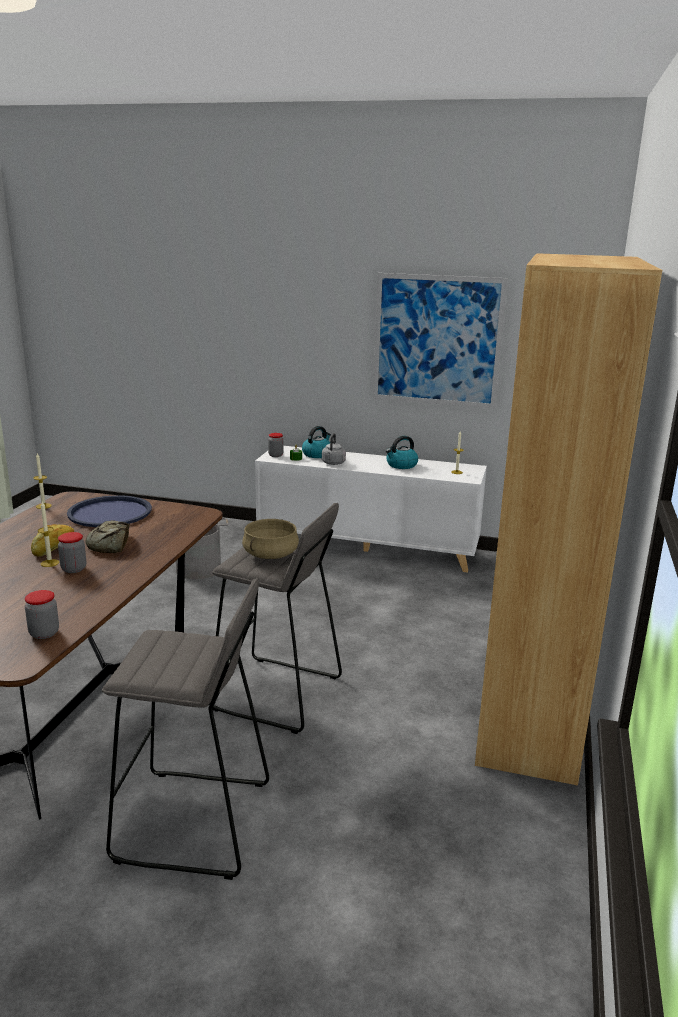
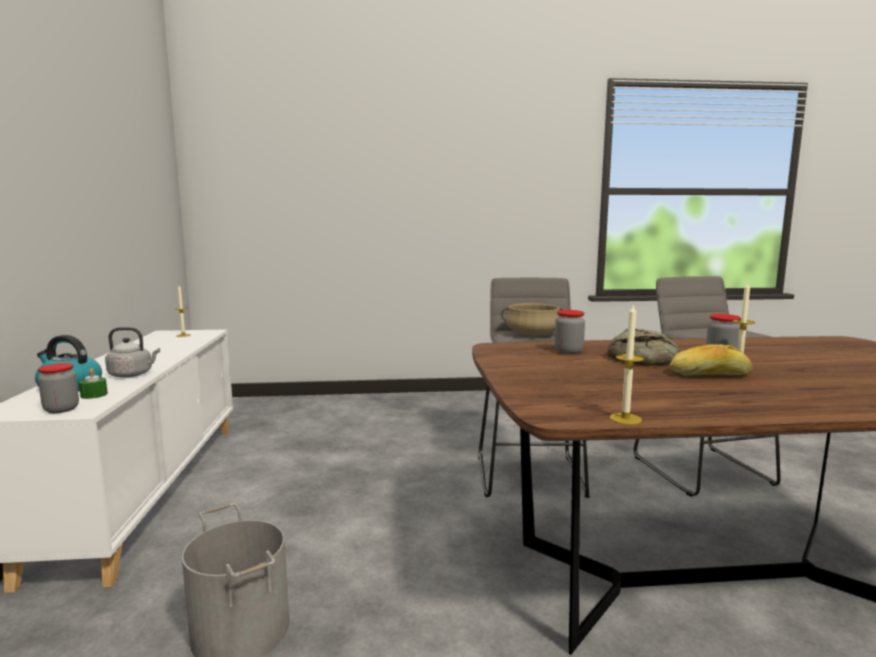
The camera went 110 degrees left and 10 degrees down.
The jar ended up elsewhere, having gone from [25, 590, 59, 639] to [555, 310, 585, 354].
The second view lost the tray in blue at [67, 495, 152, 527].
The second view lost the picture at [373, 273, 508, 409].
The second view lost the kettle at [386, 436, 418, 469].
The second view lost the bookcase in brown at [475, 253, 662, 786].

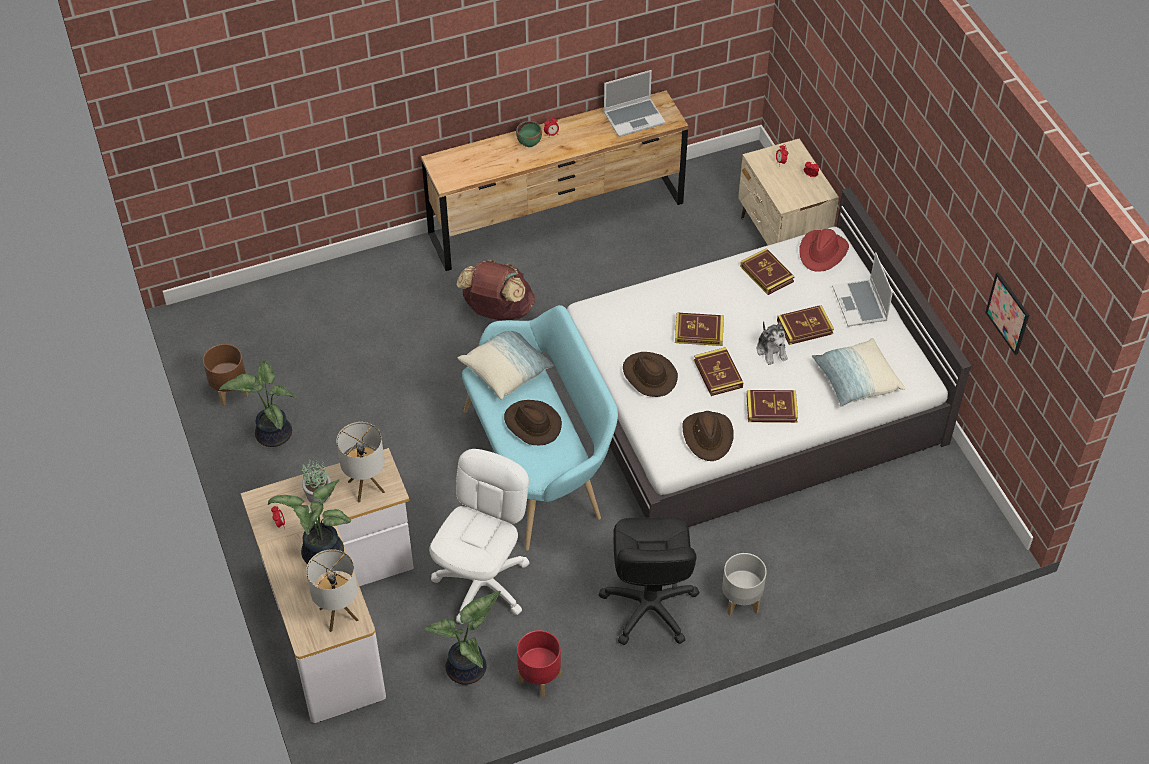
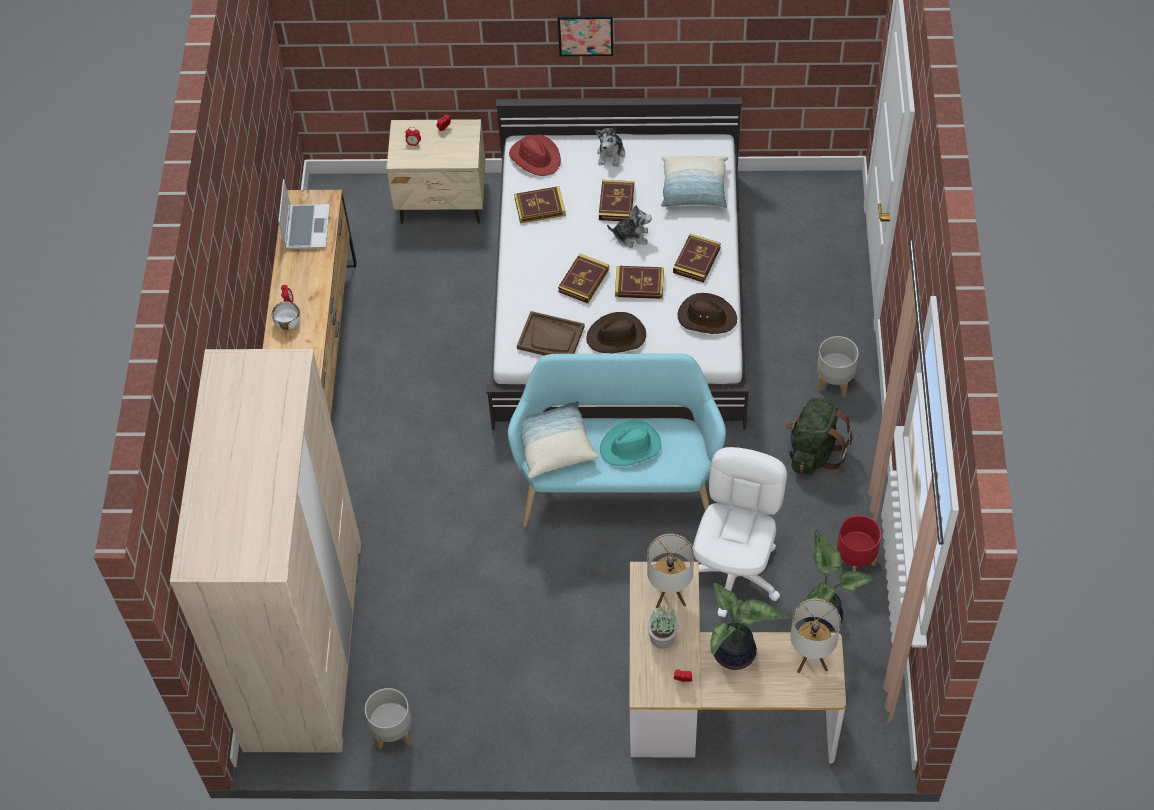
The camera went 65 degrees left and 5 degrees up.
The second view gained the wardrobe in beige at [170, 349, 361, 753].
What was the bowl in green at [516, 121, 542, 147] turned into the bowl in white at [272, 301, 301, 330].
What was the planter in brown at [203, 344, 248, 406] turned into the planter in grey at [365, 688, 412, 750].
The second view gained the tray in brown at [517, 311, 585, 356].
The picture ended up elsewhere, having gone from [985, 272, 1029, 355] to [557, 15, 613, 56].
Where the laptop stood at [832, 252, 893, 327], the plush toy came to stand at [595, 127, 625, 167].
What was the hat in brown at [504, 400, 562, 445] turned into the hat in turquoise at [600, 419, 661, 466].
The office chair in white at [429, 449, 530, 624] ended up facing another way, 60 degrees clockwise from before.
Where the office chair in black stood at [599, 517, 700, 645], the backpack in green came to stand at [786, 397, 853, 475].
The second view lost the potted plant at [219, 360, 297, 447].
The second view lost the backpack in brown at [457, 260, 535, 321].

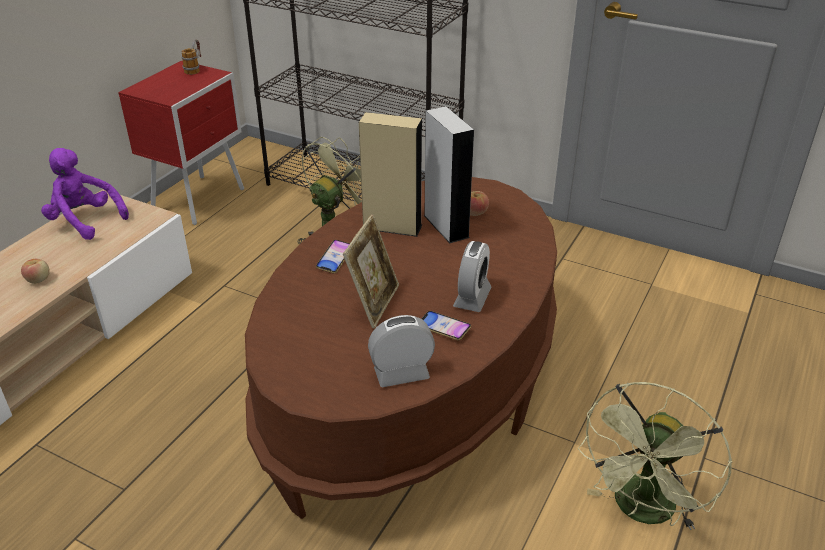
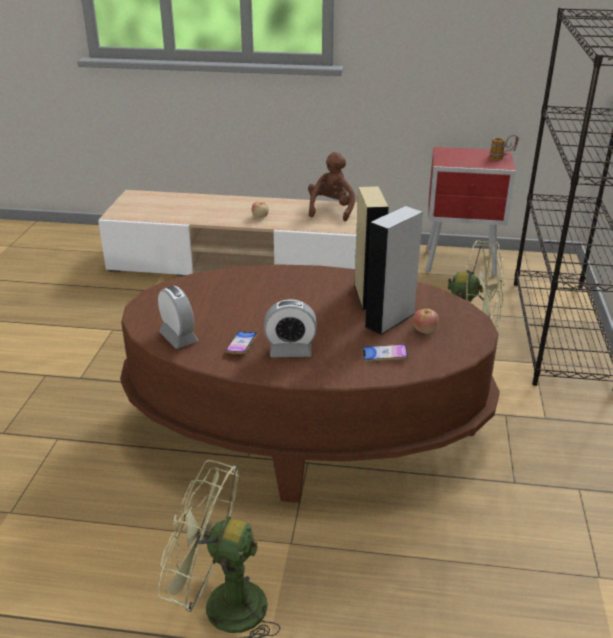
The camera went 70 degrees right and 5 degrees down.
What was the plush toy in purple at [41, 148, 129, 240] turned into the plush toy in brown at [308, 152, 355, 221].
The phone ended up elsewhere, having gone from [316, 240, 350, 273] to [362, 344, 409, 362].
The second view lost the picture frame at [343, 214, 399, 328].

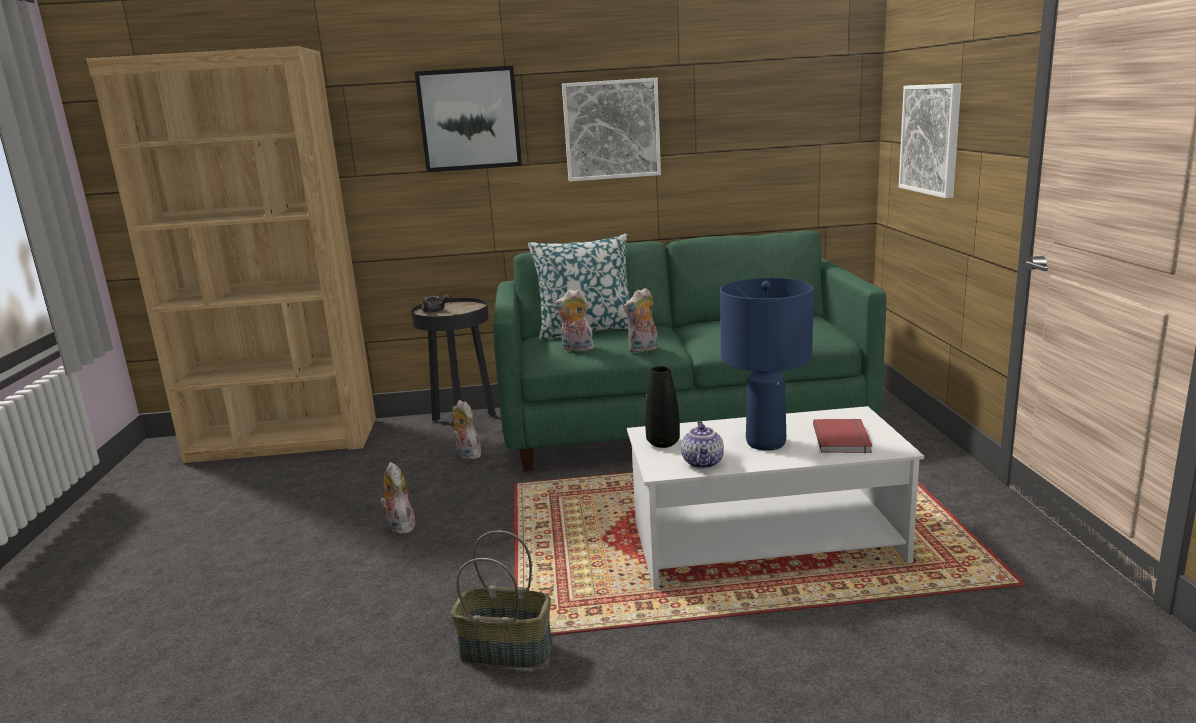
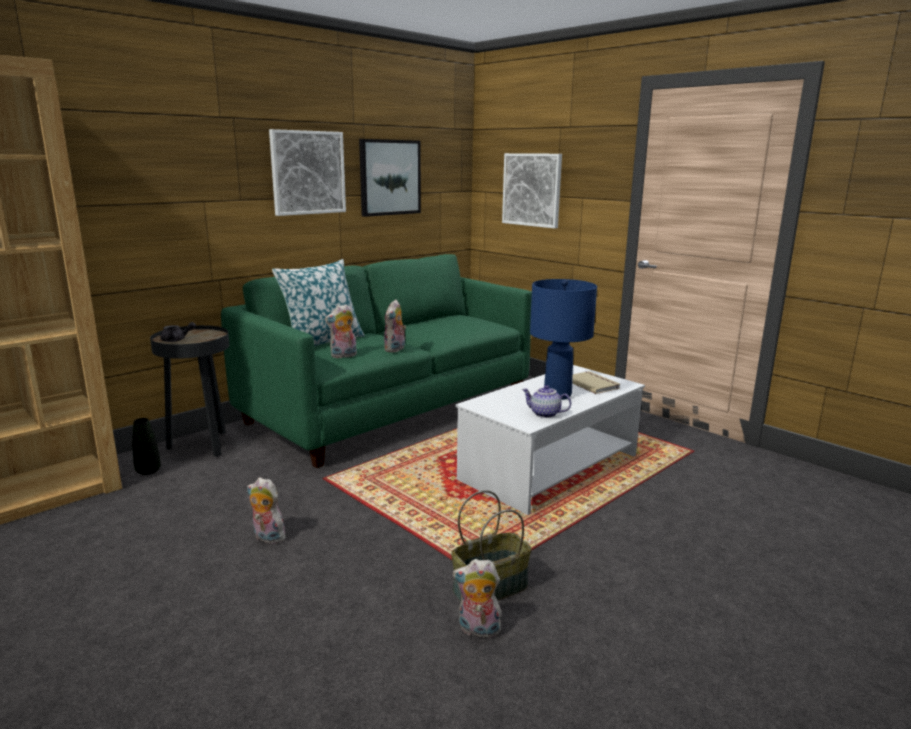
The camera went 40 degrees left and 0 degrees up.
The vase in black ended up elsewhere, having gone from [645, 366, 680, 448] to [132, 418, 161, 475].
The picture ended up elsewhere, having gone from [415, 66, 522, 172] to [359, 139, 421, 217].
The plush toy ended up elsewhere, having gone from [452, 400, 481, 460] to [453, 559, 501, 638].
The teapot at [681, 421, 724, 469] ended up facing another way, 150 degrees clockwise from before.
What was the book in red at [813, 419, 872, 453] turned into the book in beige at [572, 371, 620, 394].

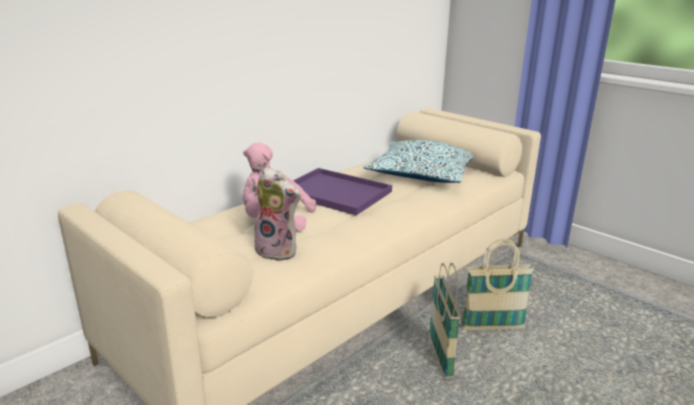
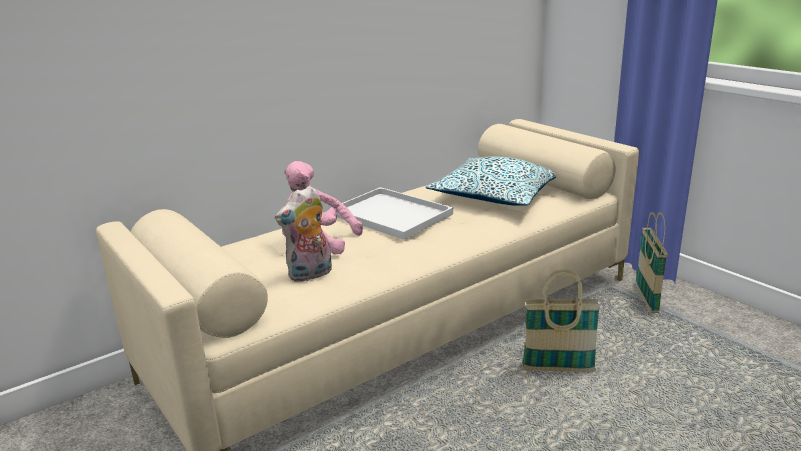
The camera went 10 degrees right and 0 degrees up.
The plush toy at [249, 167, 301, 261] ended up facing another way, 105 degrees clockwise from before.
What was the tray in purple at [293, 168, 392, 216] turned into the tray in white at [330, 187, 453, 240].
The basket ended up elsewhere, having gone from [429, 263, 461, 379] to [635, 212, 668, 313].

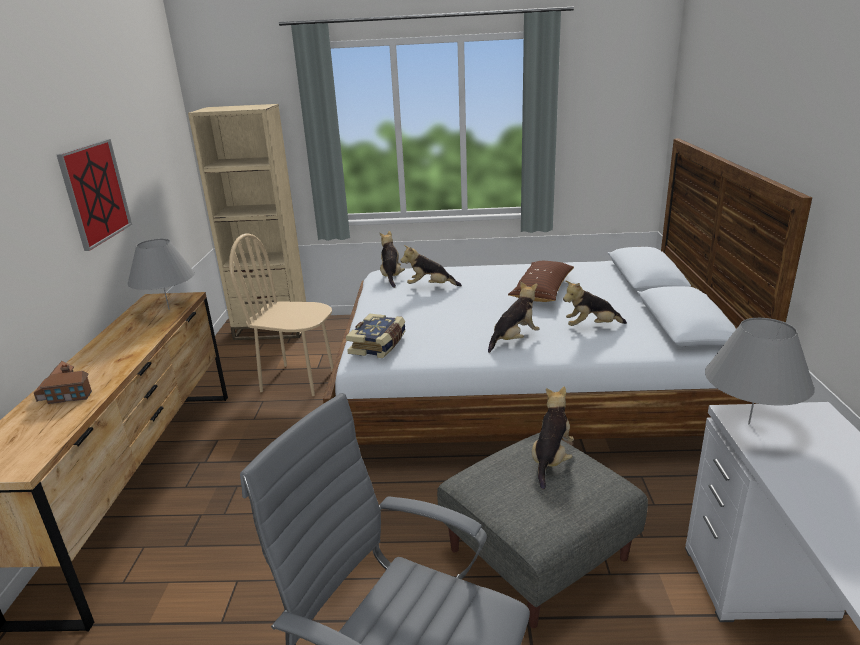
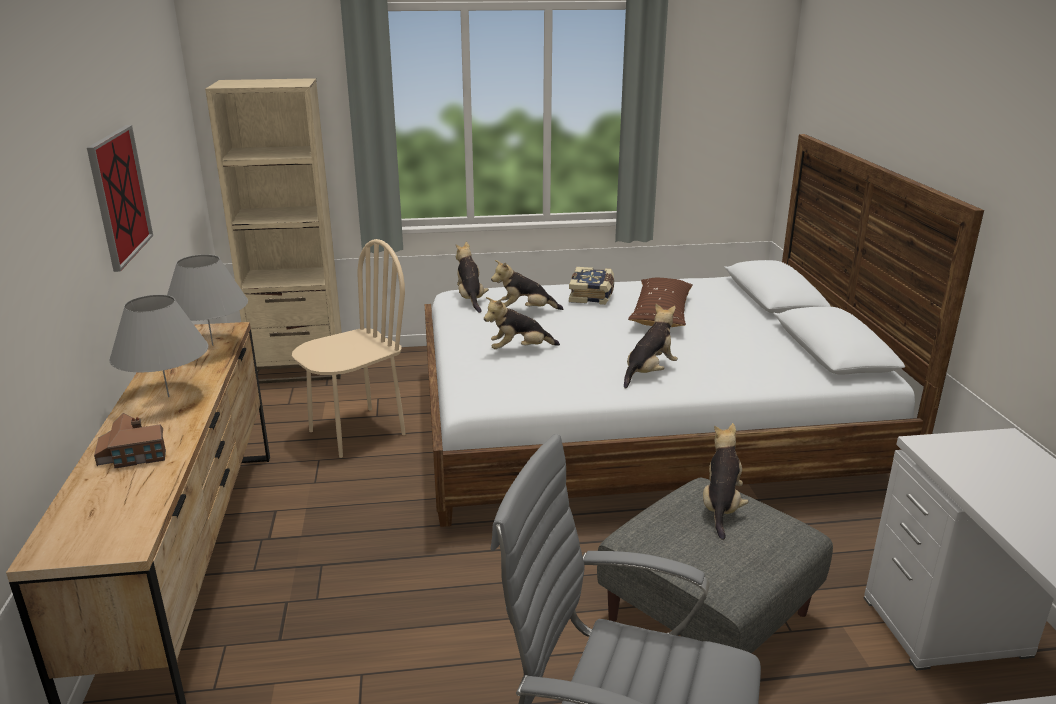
The camera went 10 degrees left and 0 degrees up.
The table lamp in grey ended up elsewhere, having gone from [705, 318, 815, 424] to [109, 294, 208, 397].
The chair in beige at [229, 233, 334, 396] ended up facing another way, 135 degrees clockwise from before.
The plush toy ended up elsewhere, having gone from [563, 280, 627, 326] to [484, 297, 560, 349].
The book ended up elsewhere, having gone from [346, 313, 406, 358] to [569, 267, 614, 305].

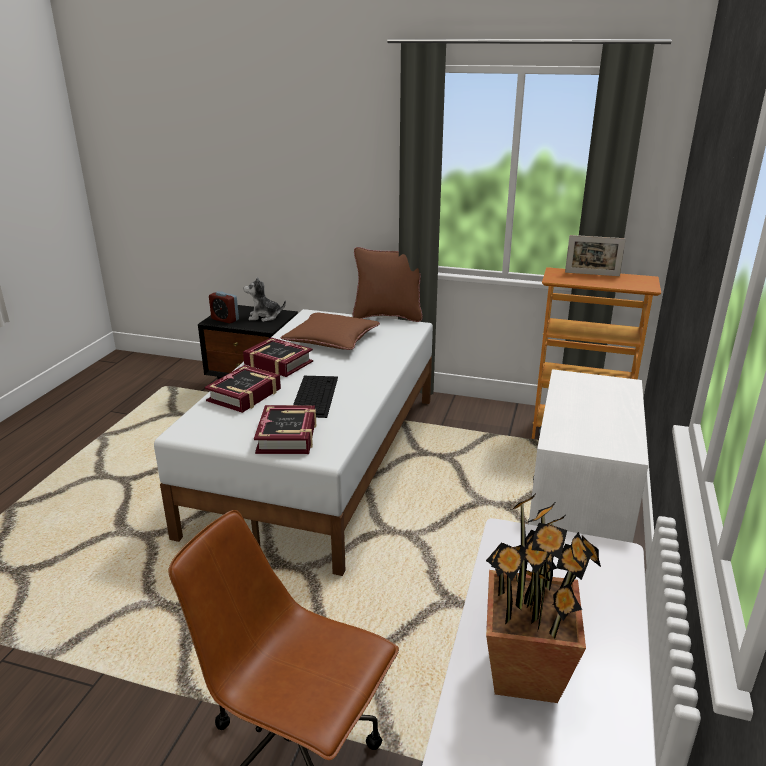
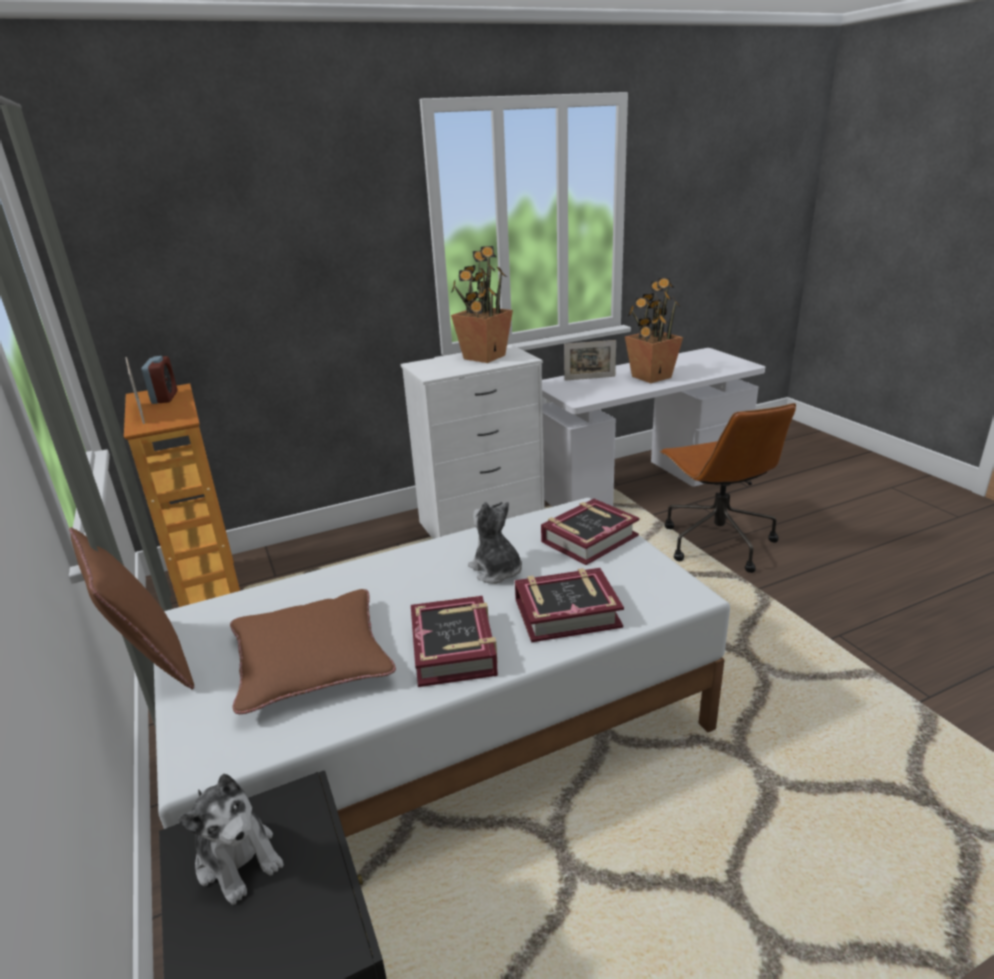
The camera went 130 degrees left and 0 degrees up.
The alarm clock ended up elsewhere, having gone from [209, 291, 239, 323] to [142, 356, 177, 404].
The second view gained the potted plant at [451, 246, 513, 363].
Where the keyboard stood at [293, 376, 338, 418], the plush toy came to stand at [468, 502, 522, 584].
The second view gained the picture frame at [564, 340, 616, 381].

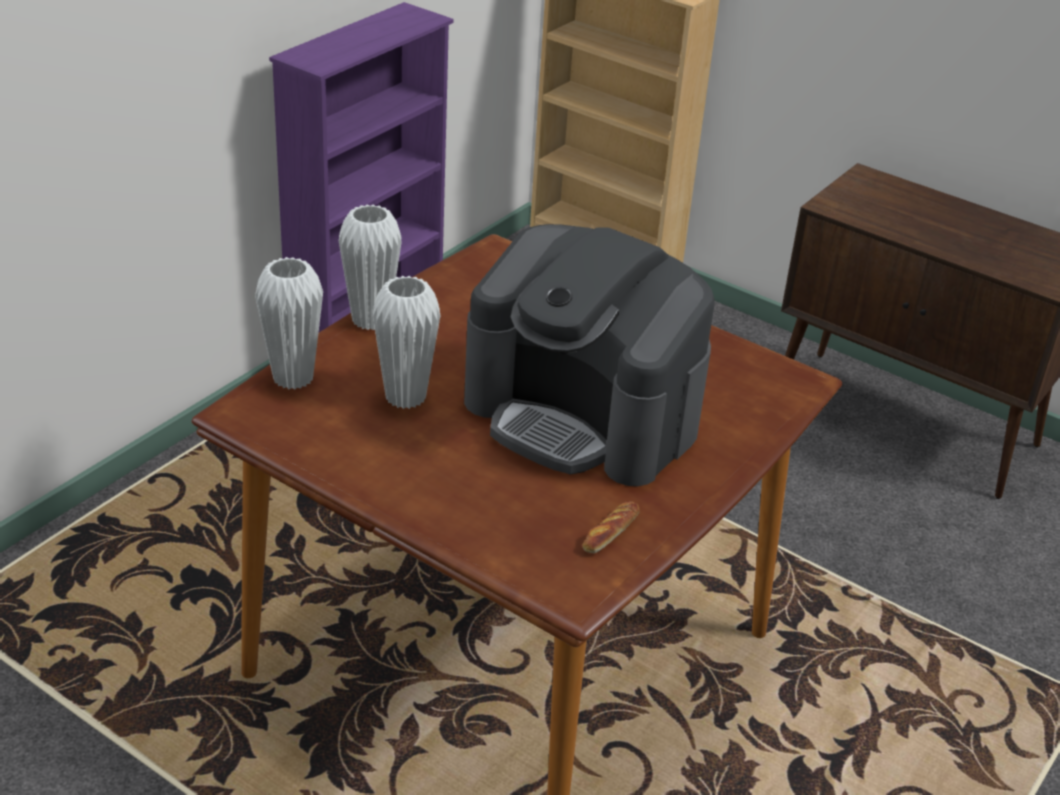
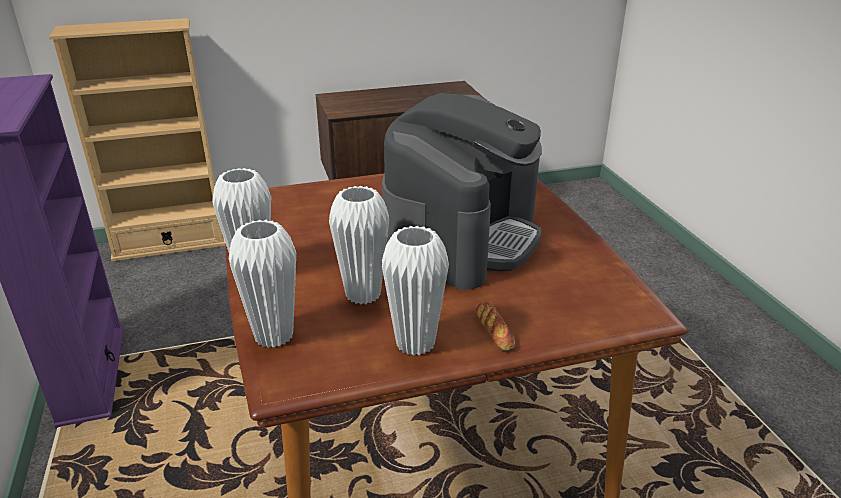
The camera went 50 degrees left and 5 degrees down.
The coffee machine at [464, 224, 715, 486] ended up facing another way, 45 degrees counterclockwise from before.
The second view gained the vase in white at [382, 226, 449, 356].
The bread ended up elsewhere, having gone from [583, 501, 640, 553] to [476, 302, 515, 351].

